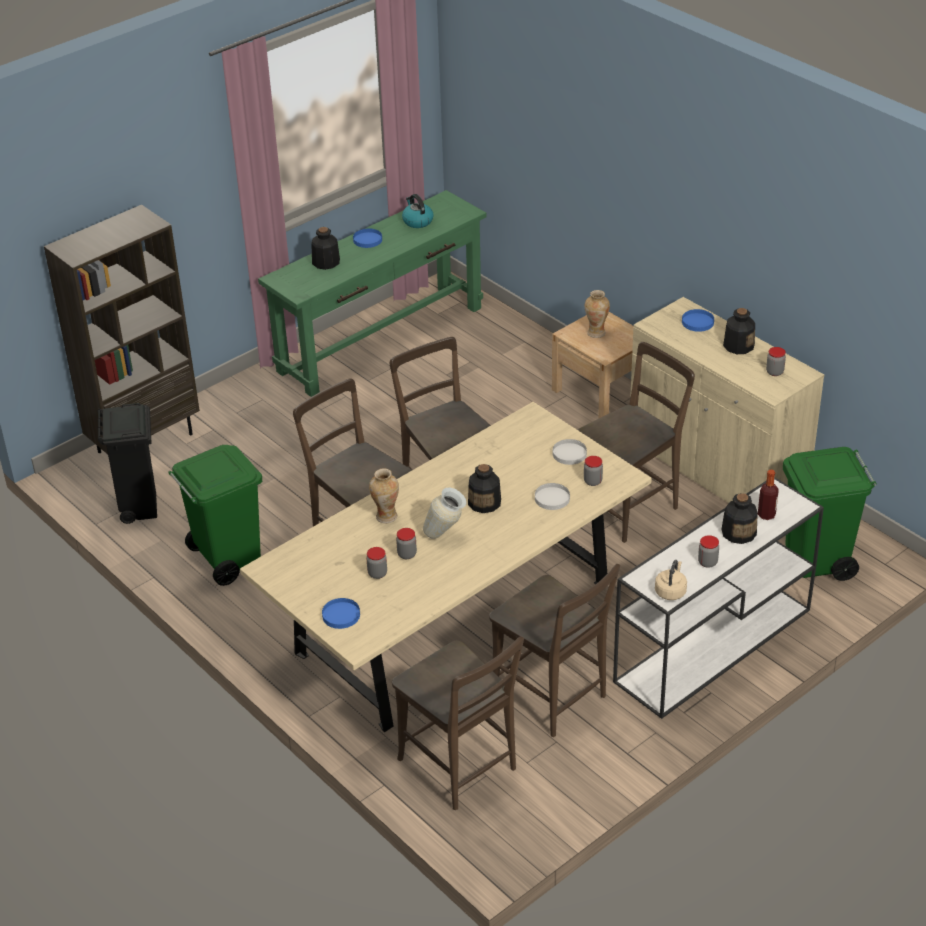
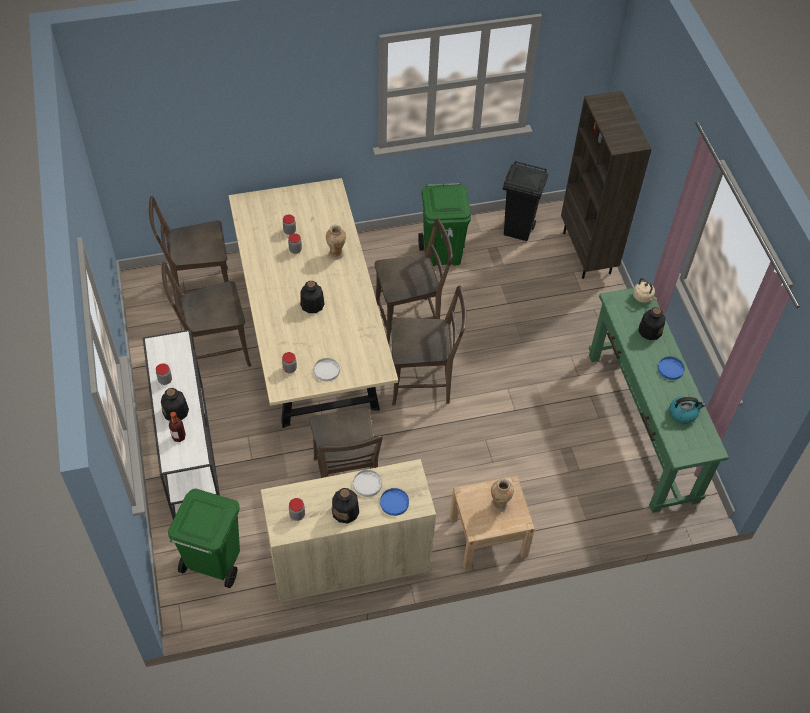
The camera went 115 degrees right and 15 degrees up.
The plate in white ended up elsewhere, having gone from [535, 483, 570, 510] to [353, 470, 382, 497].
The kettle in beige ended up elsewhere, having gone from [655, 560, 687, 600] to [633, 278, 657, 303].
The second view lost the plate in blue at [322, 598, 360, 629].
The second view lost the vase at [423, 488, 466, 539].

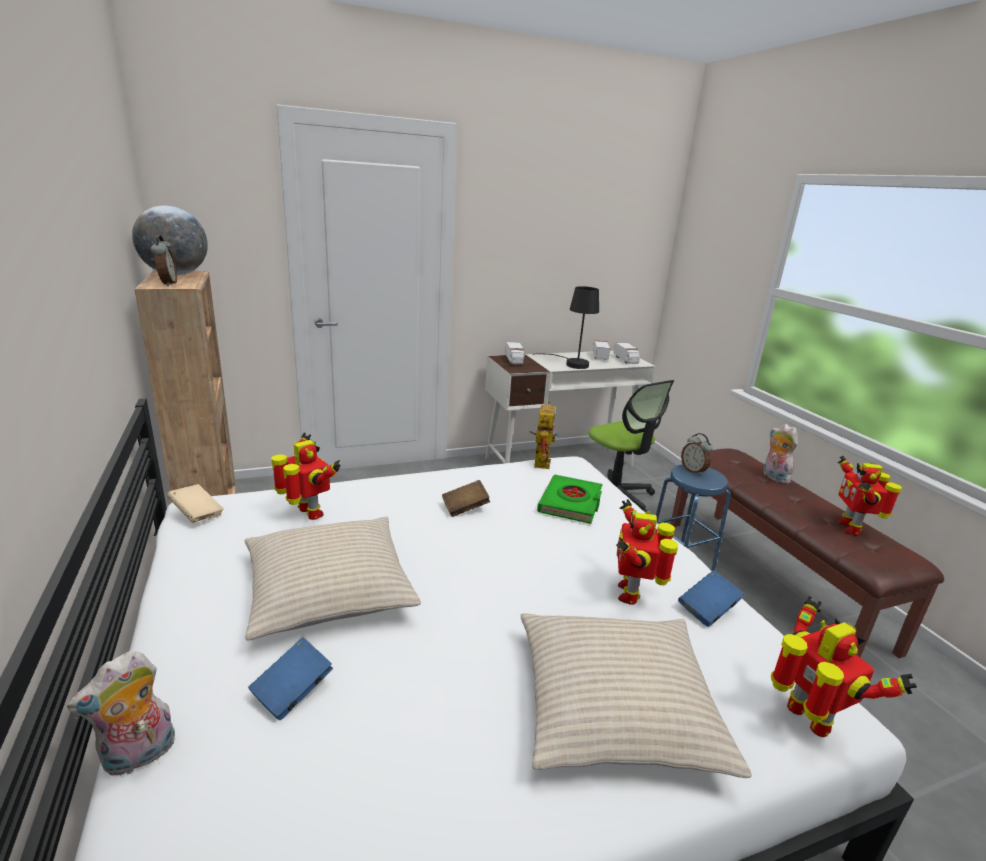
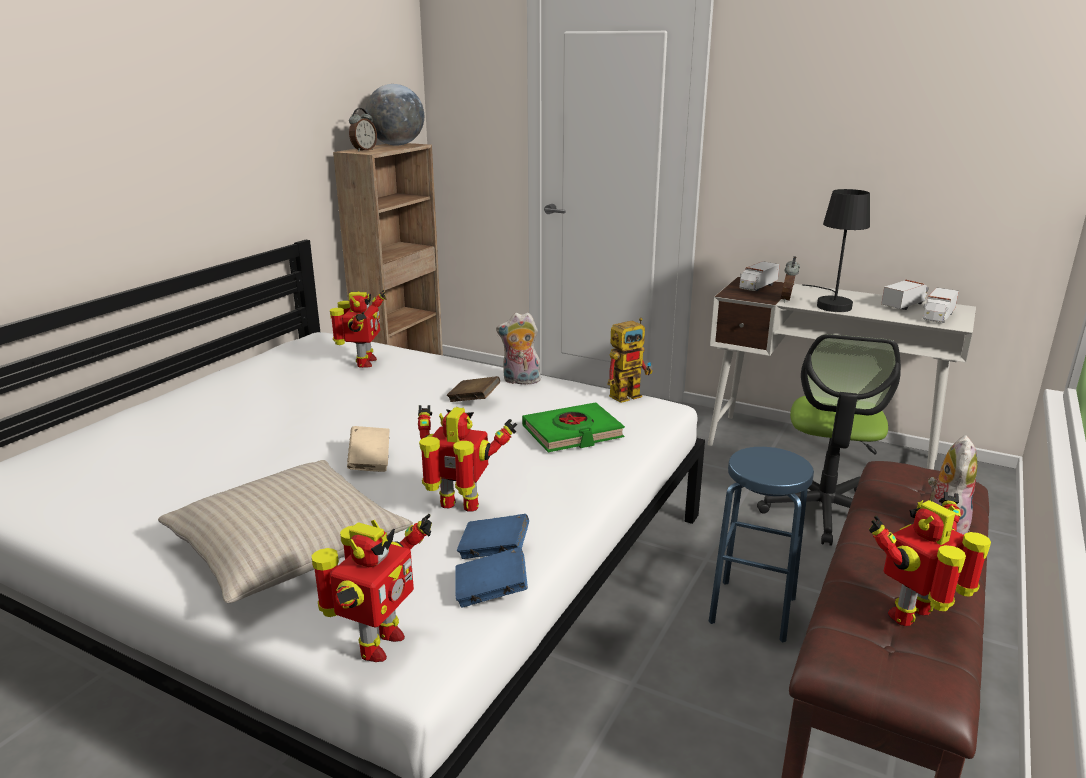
The camera went 50 degrees right and 0 degrees up.
The book in beige ended up elsewhere, having gone from [167, 484, 224, 523] to [347, 426, 390, 472].
The toy robot at [616, 499, 678, 605] ended up facing another way, 45 degrees clockwise from before.
The book in blue ended up elsewhere, having gone from [248, 637, 333, 720] to [455, 547, 528, 607].
The plush toy ended up elsewhere, having gone from [67, 650, 175, 776] to [496, 312, 541, 385].
The alarm clock ended up elsewhere, having gone from [681, 433, 713, 475] to [781, 256, 800, 302].
The second view lost the pillow in beige at [245, 517, 421, 640].

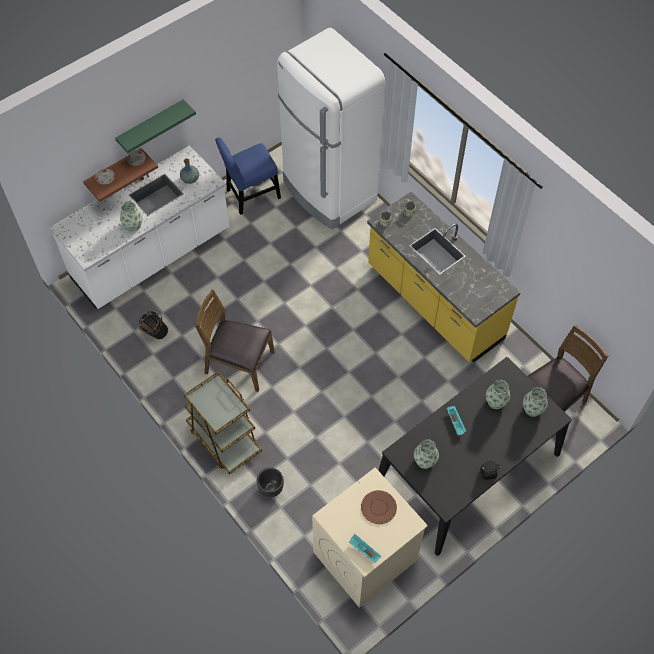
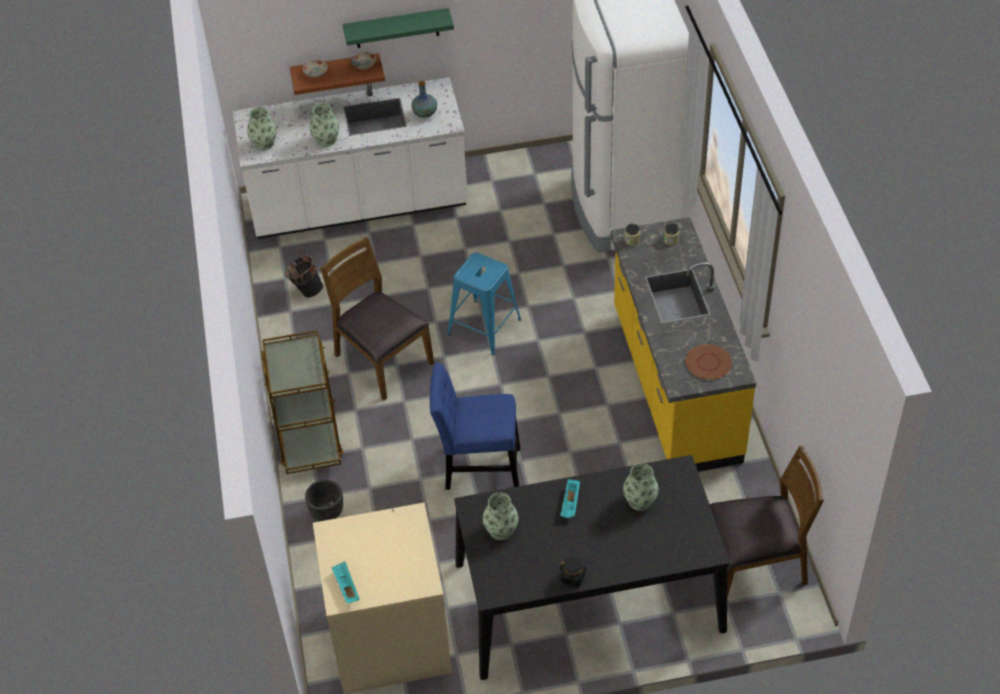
The camera went 30 degrees right and 10 degrees down.
The vase ended up elsewhere, having gone from [523, 387, 548, 417] to [247, 107, 277, 150].
The chair in blue ended up elsewhere, having gone from [215, 137, 281, 215] to [430, 363, 520, 490].
The second view gained the stool in blue at [447, 253, 521, 355].
The plate in brown ended up elsewhere, having gone from [361, 490, 397, 524] to [686, 344, 732, 379].

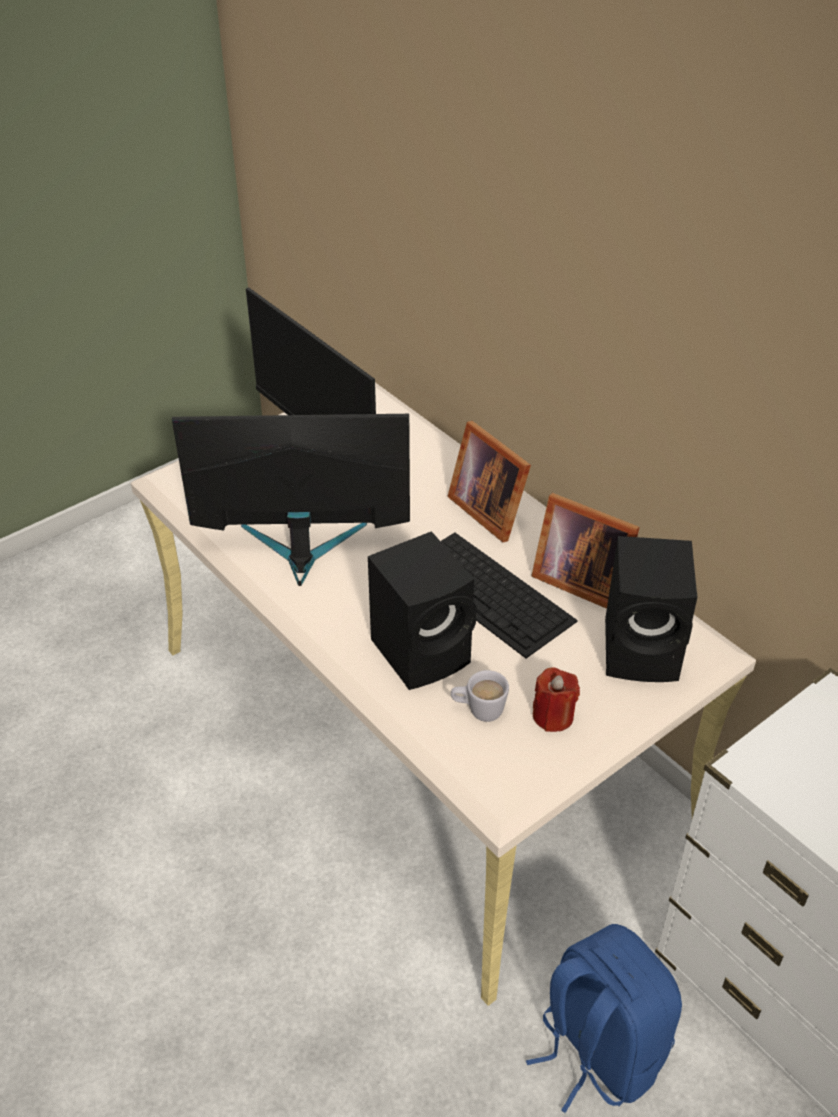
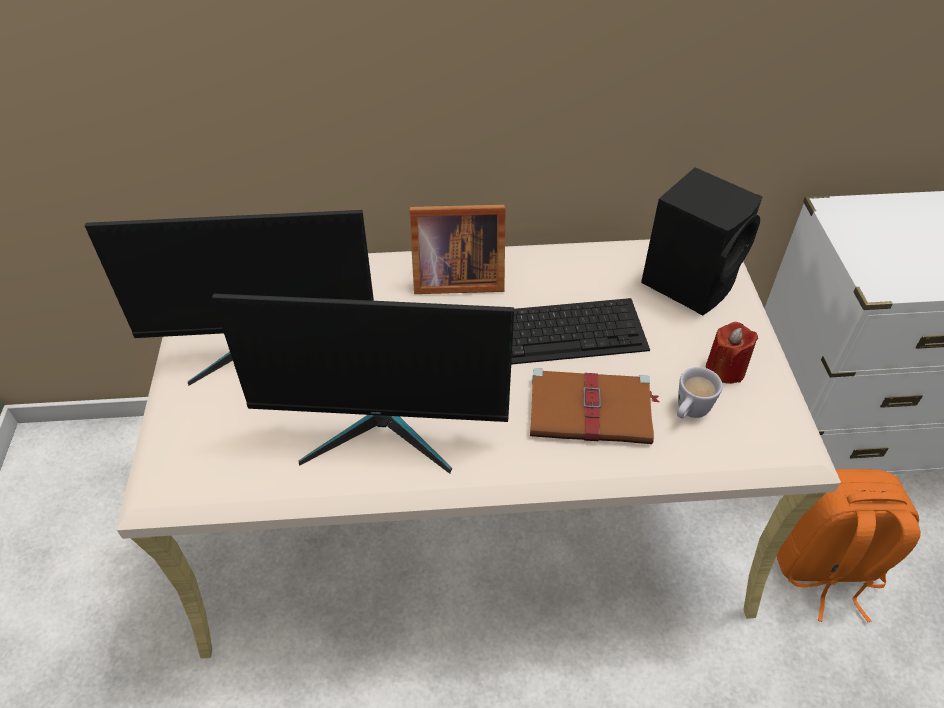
The camera went 55 degrees left and 5 degrees up.
The monitor at [172, 414, 410, 586] ended up facing another way, 120 degrees counterclockwise from before.
Where the speaker in black stood at [368, 531, 477, 690], the book in brown came to stand at [530, 368, 659, 444].
What was the backpack in blue at [526, 924, 682, 1113] turned into the backpack in orange at [777, 469, 921, 622].
The second view lost the picture frame at [531, 493, 640, 609].

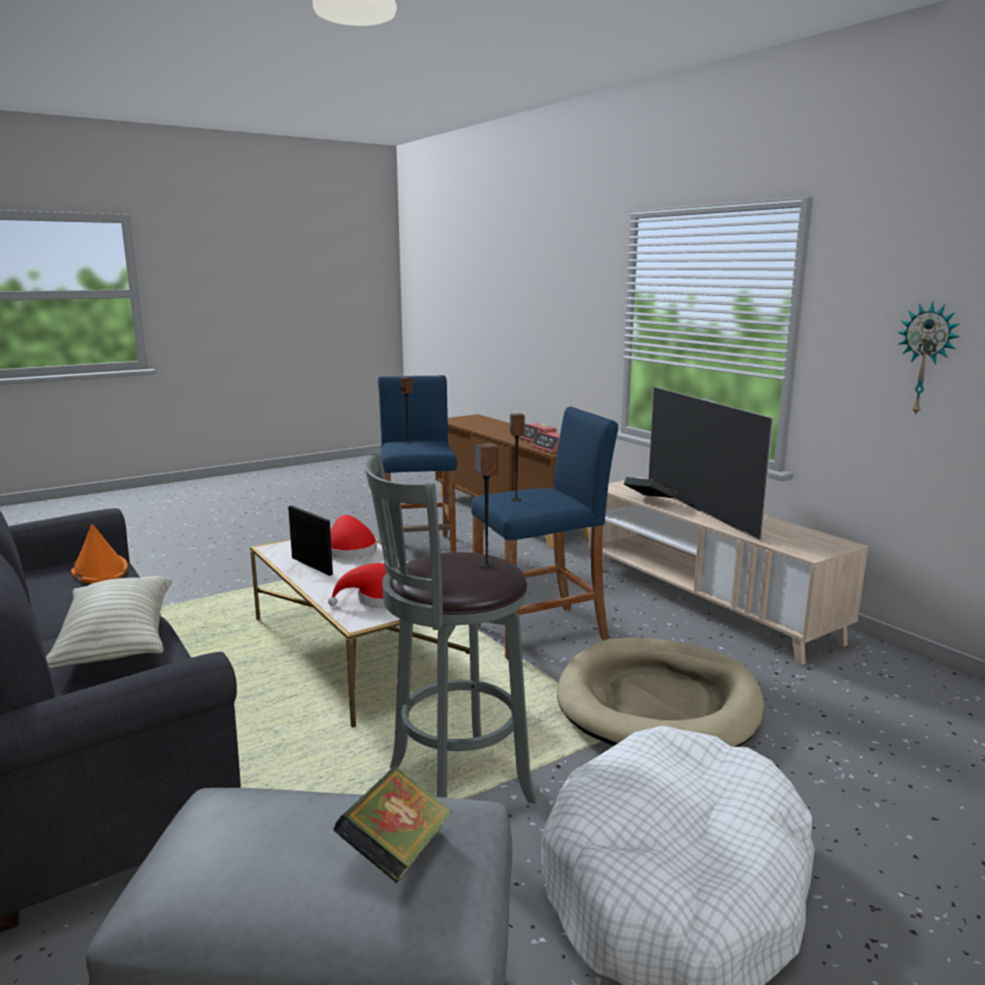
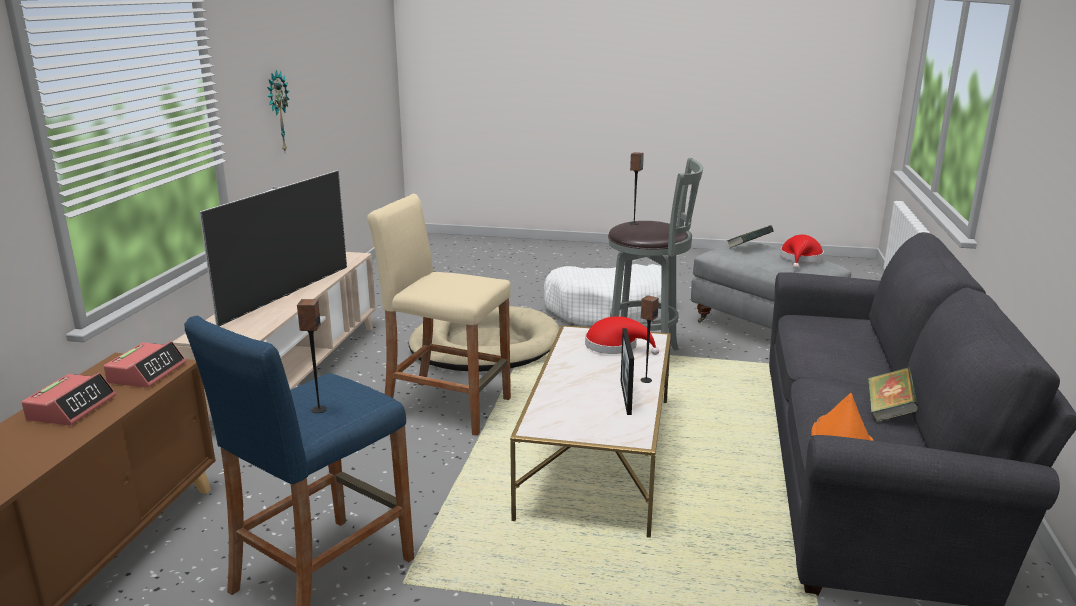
The camera went 135 degrees left and 5 degrees up.
What was the stool in blue at [471, 406, 618, 660] turned into the stool in beige at [368, 194, 511, 436].
The speaker ended up elsewhere, having gone from [510, 414, 525, 501] to [640, 295, 659, 383].
The hat in red ended up elsewhere, having gone from [330, 515, 377, 558] to [780, 234, 824, 269].
The book ended up elsewhere, having gone from [624, 477, 677, 498] to [868, 367, 919, 422].
The second view lost the pillow at [46, 576, 172, 668].

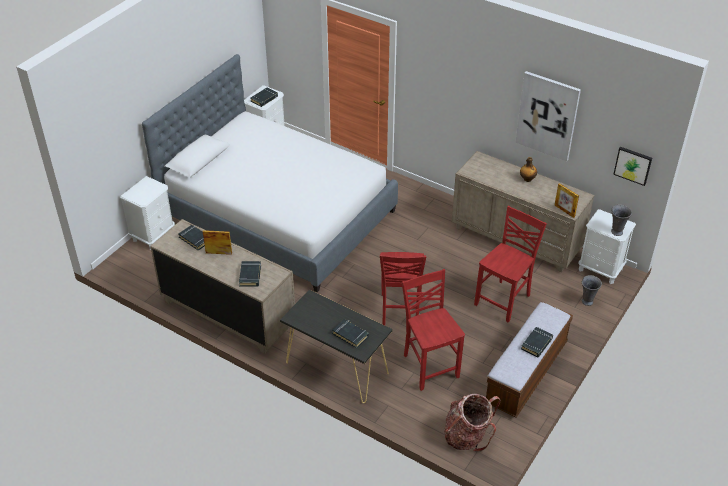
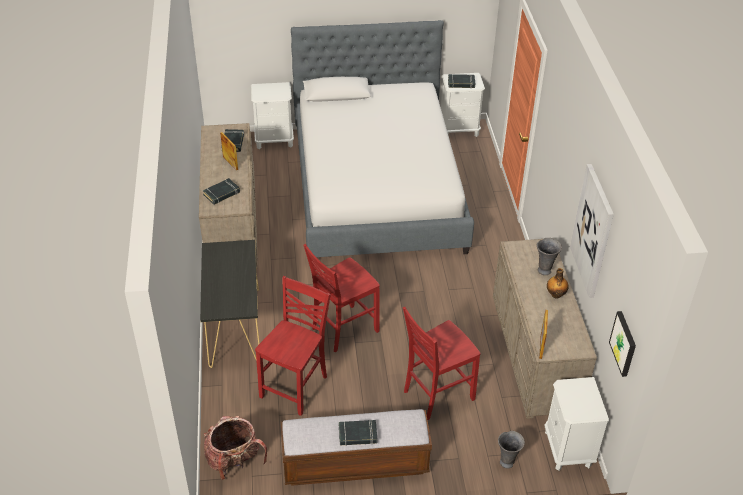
The camera went 50 degrees right and 0 degrees up.
The chair in red at [474, 206, 547, 323] ended up facing another way, 150 degrees clockwise from before.
The vase in grey ended up elsewhere, having gone from [611, 204, 632, 236] to [537, 238, 562, 275].
The second view lost the book in black at [332, 319, 369, 348].

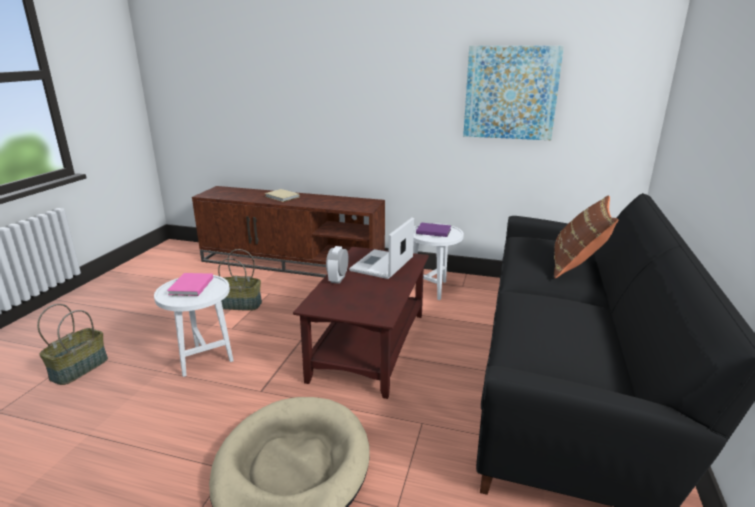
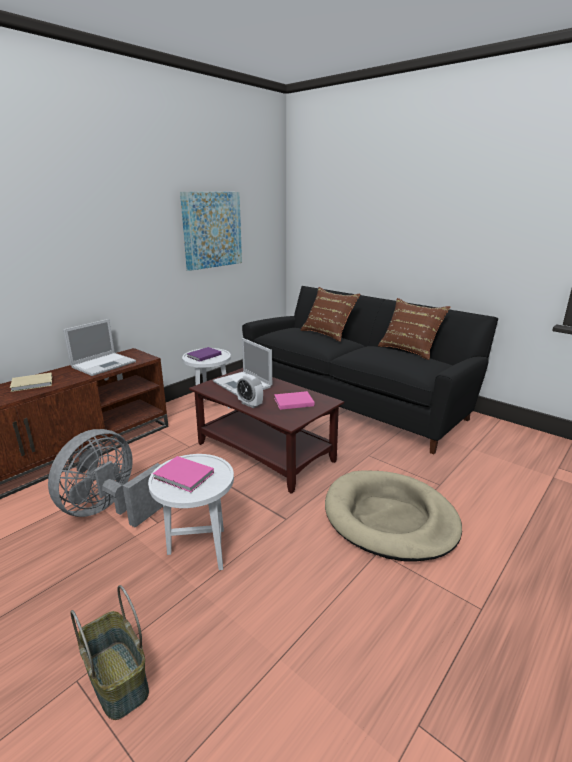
The camera went 65 degrees left and 0 degrees up.
Where the basket stood at [218, 249, 262, 311], the fan in grey came to stand at [48, 429, 163, 528].
The second view gained the laptop at [63, 319, 136, 376].
The second view gained the book in pink at [274, 391, 314, 410].
The second view gained the pillow in brown at [378, 298, 450, 360].

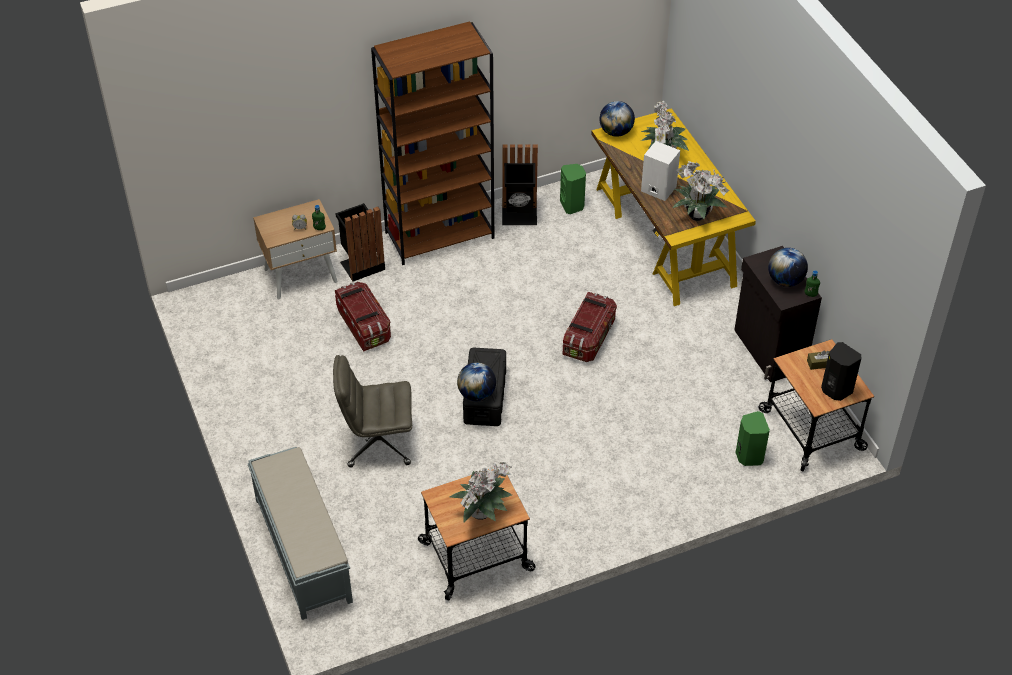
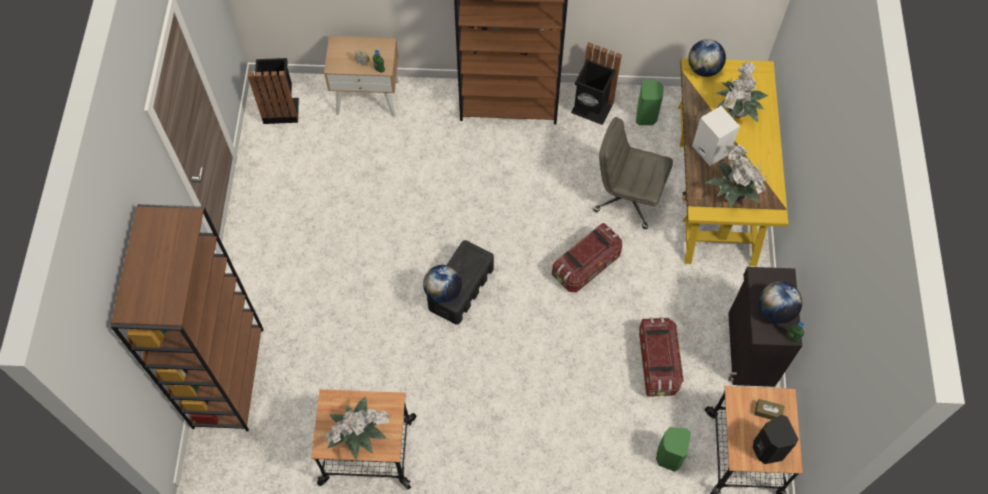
The camera went 25 degrees right and 15 degrees up.
Where the bench in grey stood at [248, 447, 353, 620], the bookcase in brown came to stand at [111, 204, 264, 432].
The trash can in black ended up elsewhere, having gone from [335, 203, 385, 282] to [248, 58, 299, 124].
The office chair in grey ended up elsewhere, having gone from [333, 355, 412, 467] to [593, 117, 673, 229].
The storage box ended up elsewhere, having gone from [335, 282, 391, 352] to [639, 317, 684, 397].

